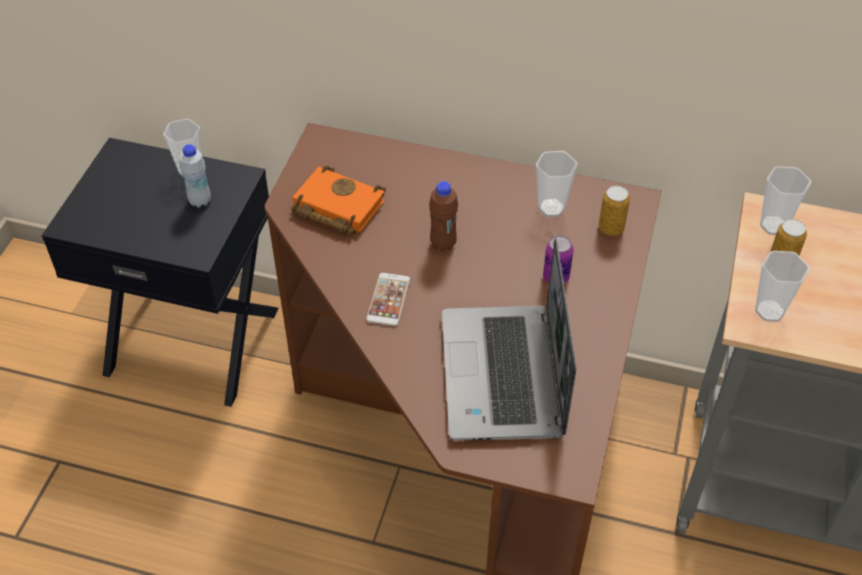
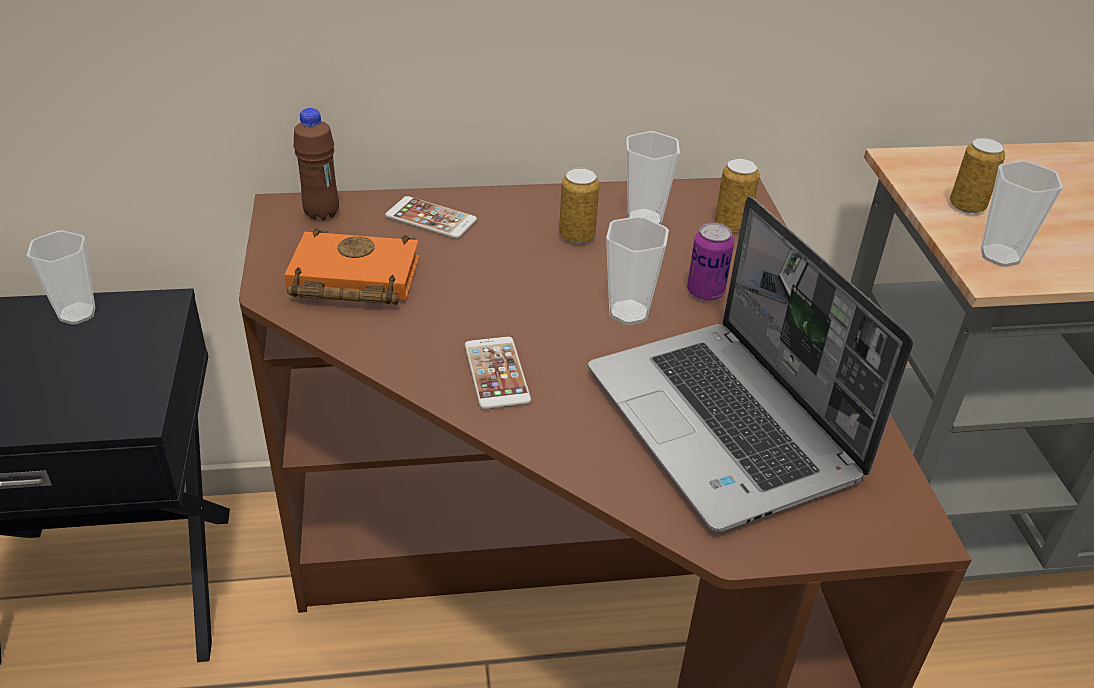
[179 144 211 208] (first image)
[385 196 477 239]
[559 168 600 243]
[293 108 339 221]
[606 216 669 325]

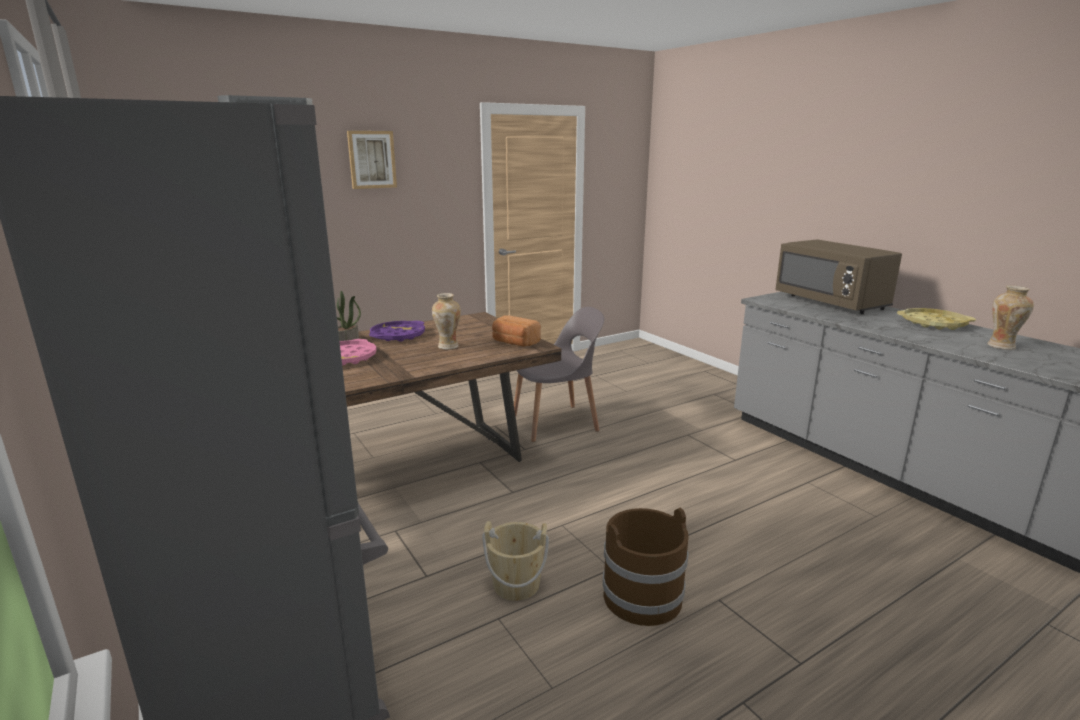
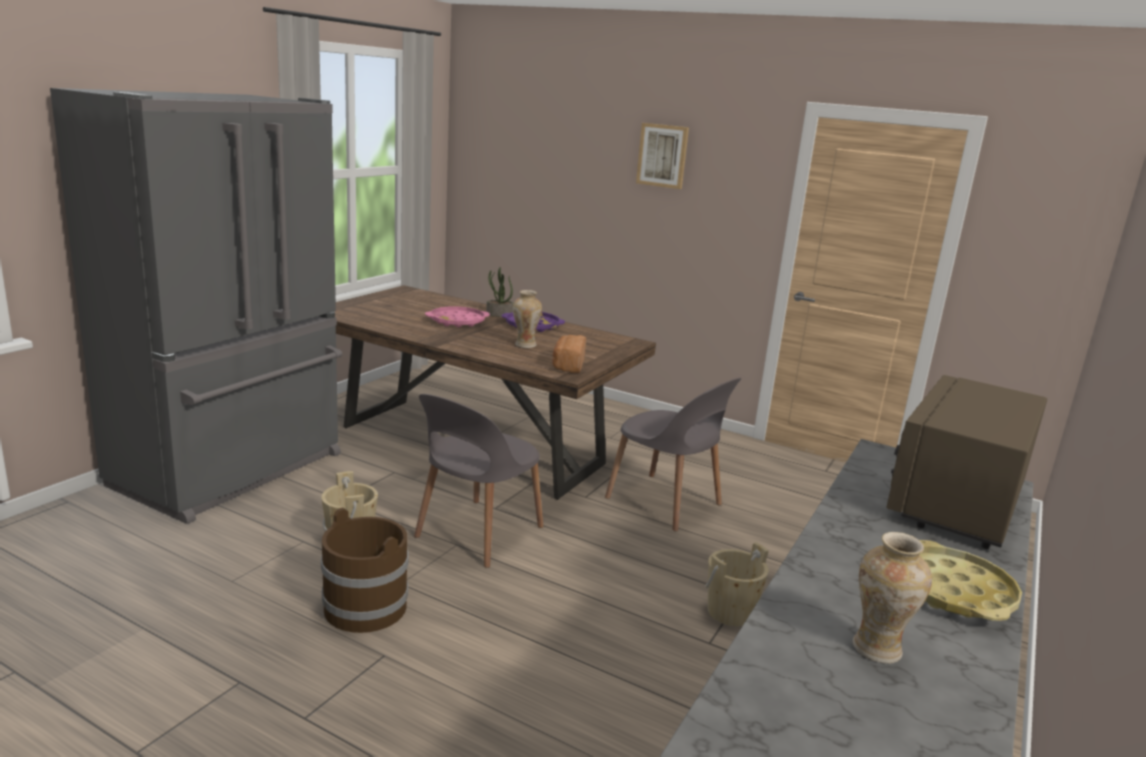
[414 394 543 568]
[705 542 769 626]

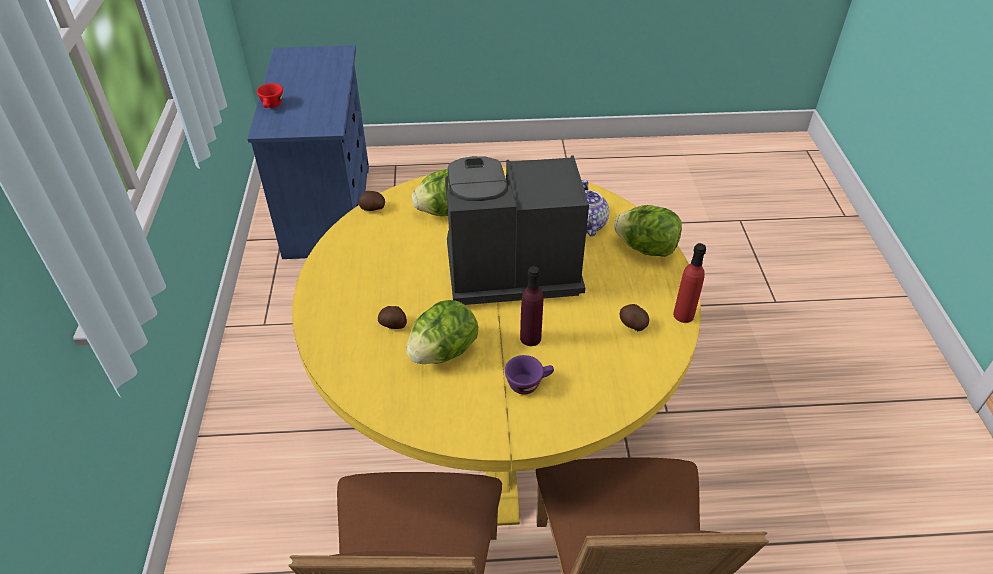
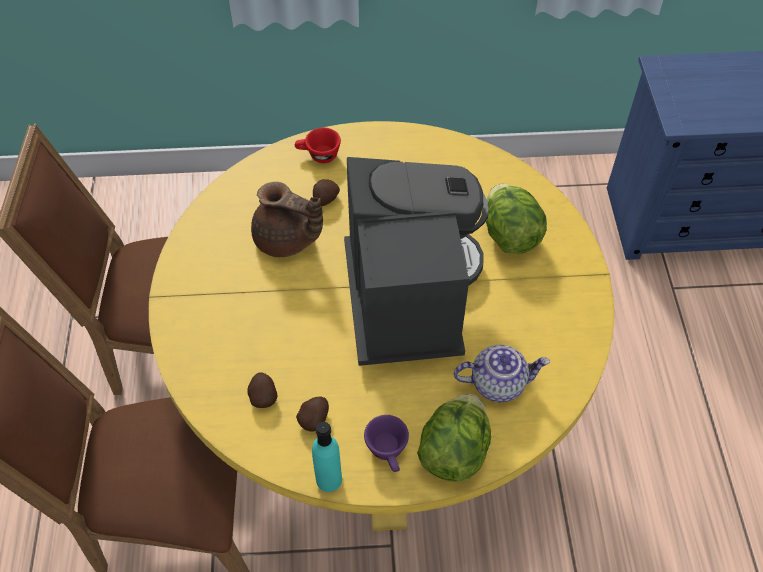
[520 266 543 346] (first image)
[295 128 341 163]
[247 372 277 408]
[364 415 409 472]
[251 182 323 257]
[312 422 342 492]

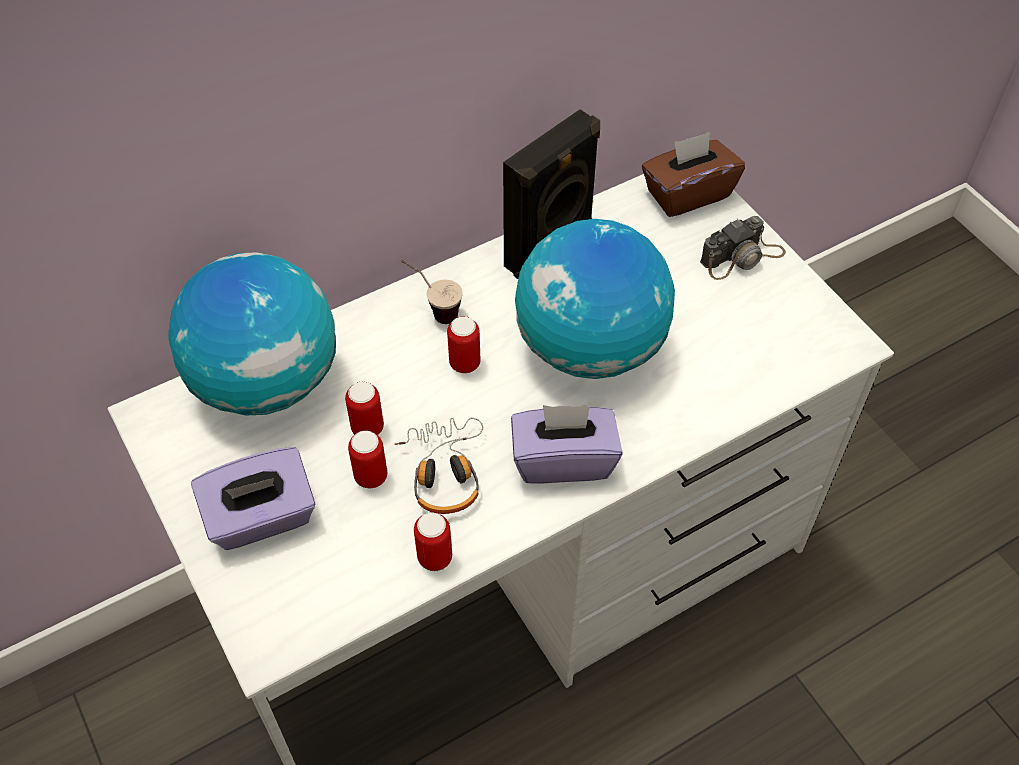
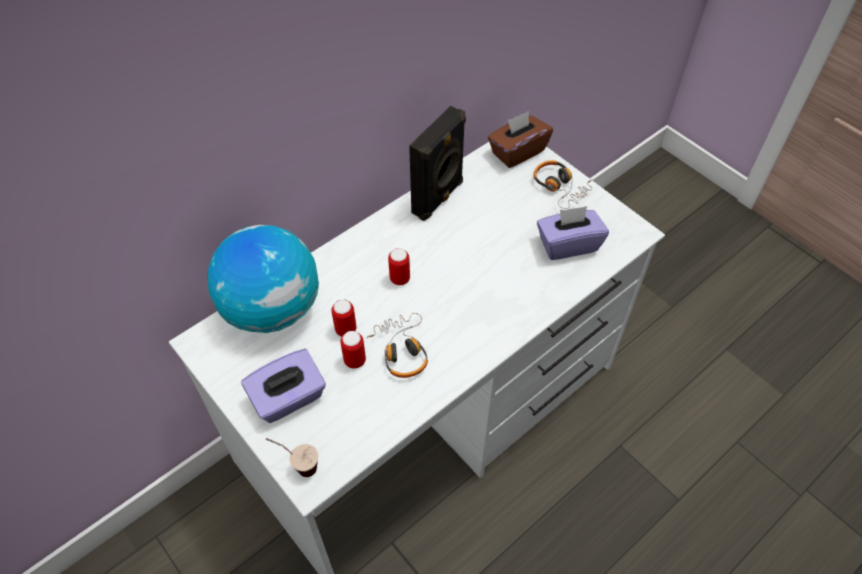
[414 512 452 571] (first image)
[515 219 675 379] (first image)
[266 438 318 477]
[537 206 609 260]
[534 160 592 209]

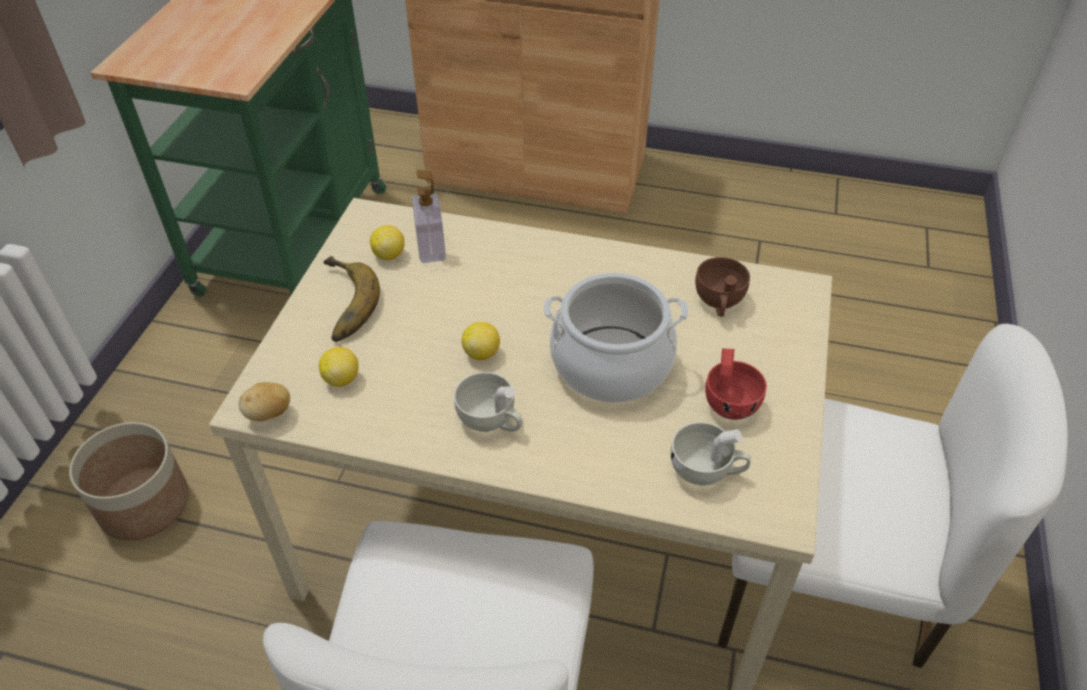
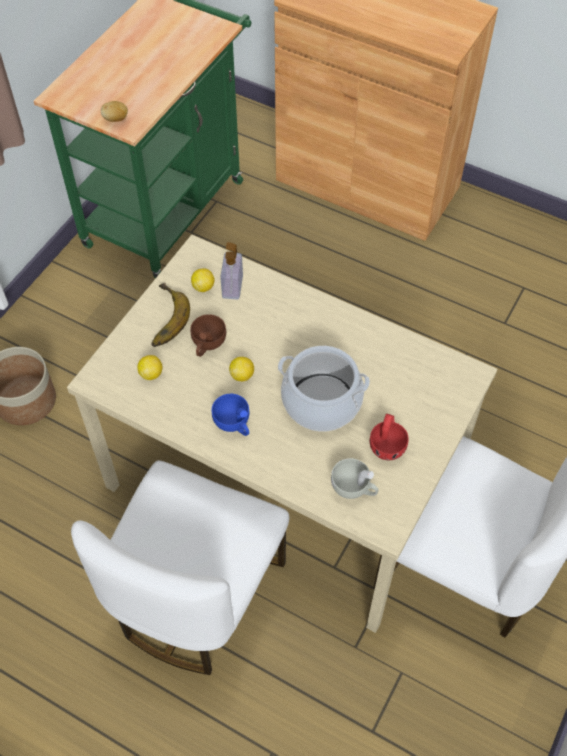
[101 101 128 122]
[190 314 226 357]
[212 394 250 436]

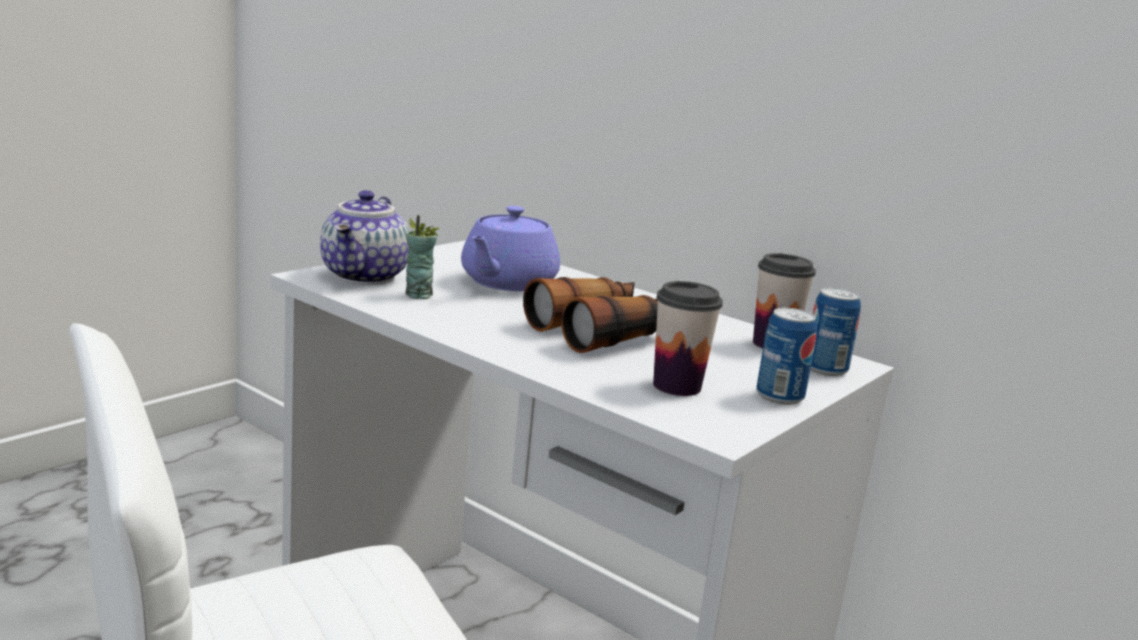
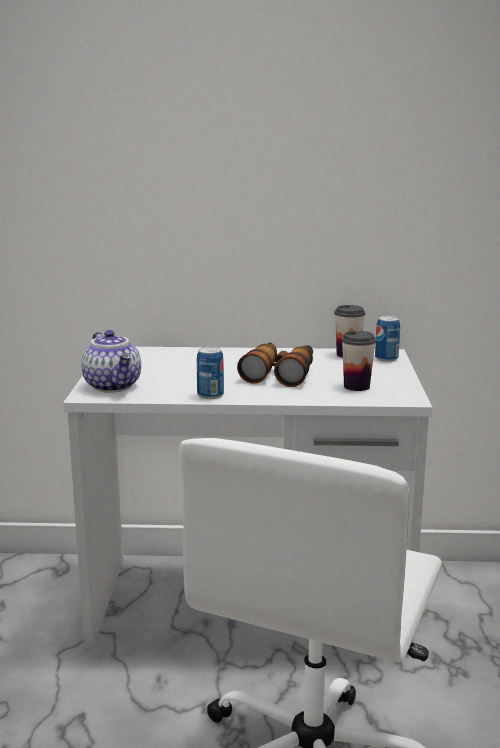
[406 215 440 299] (first image)
[461 206 560 291] (first image)
[197 347 224 399]

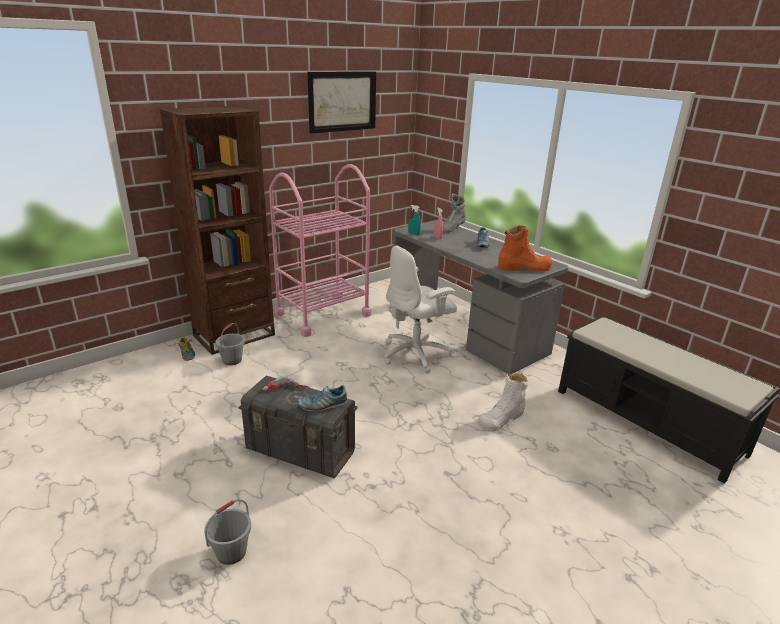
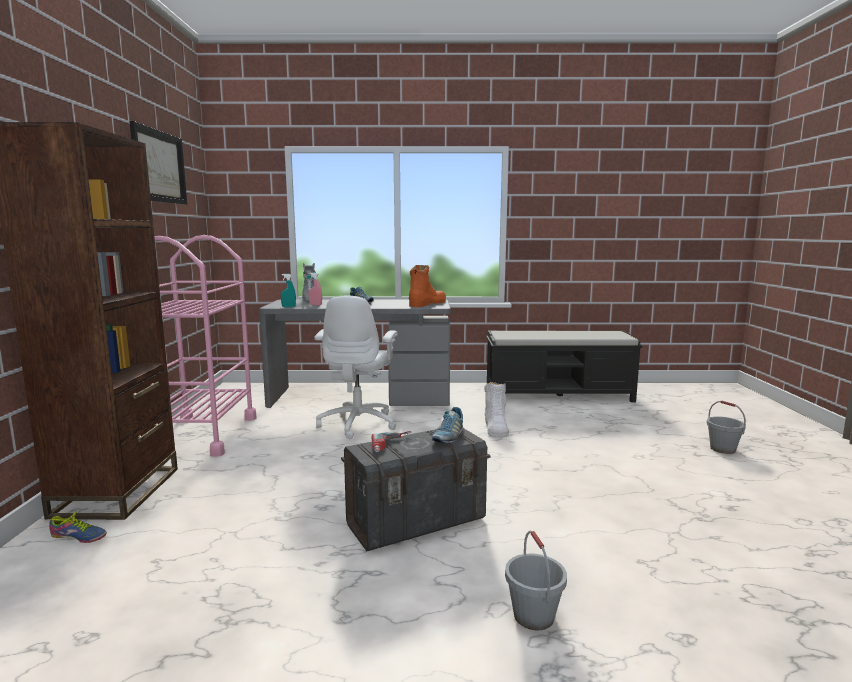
[707 401 746 454]

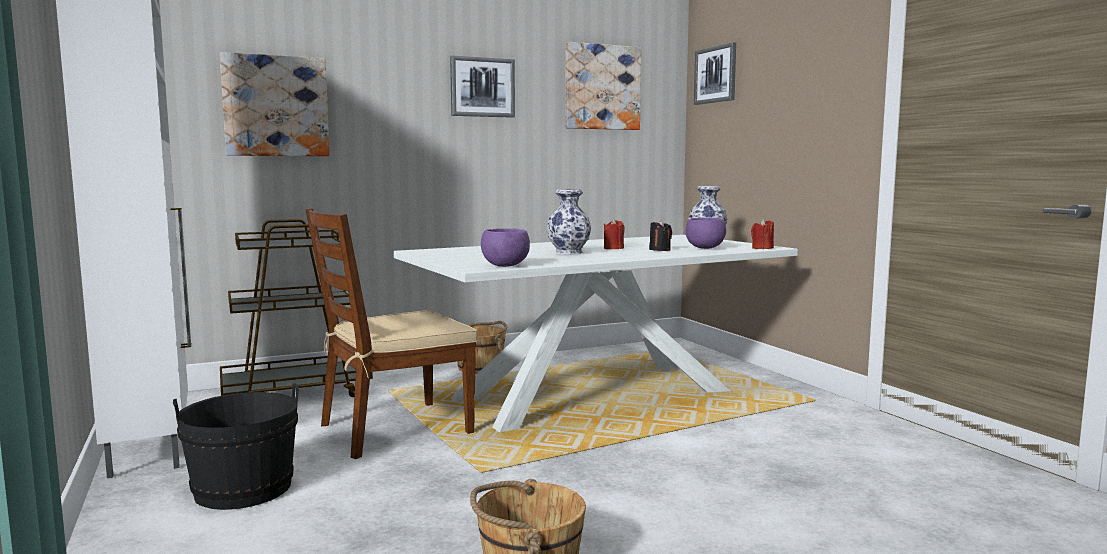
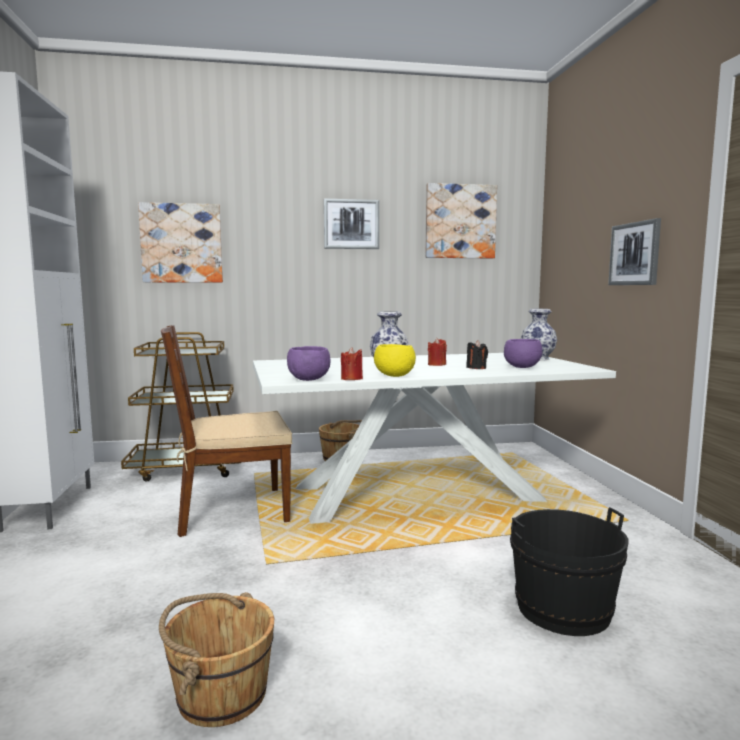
[374 344 416 377]
[510 507 628 636]
[608 218 661 285]
[341 347 363 380]

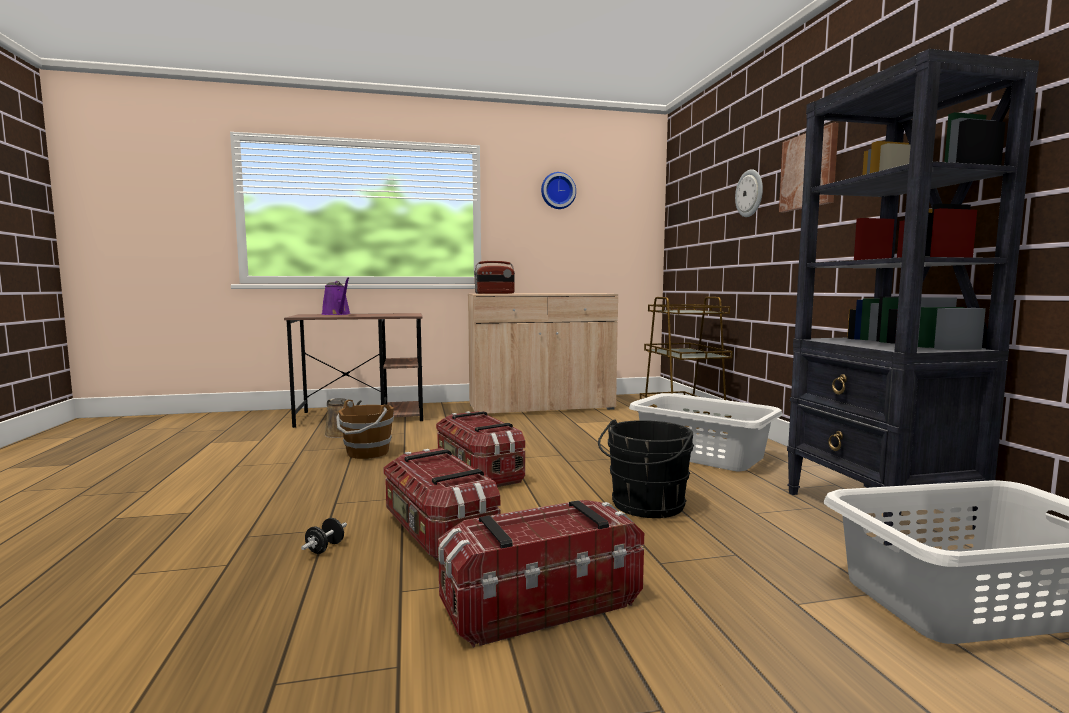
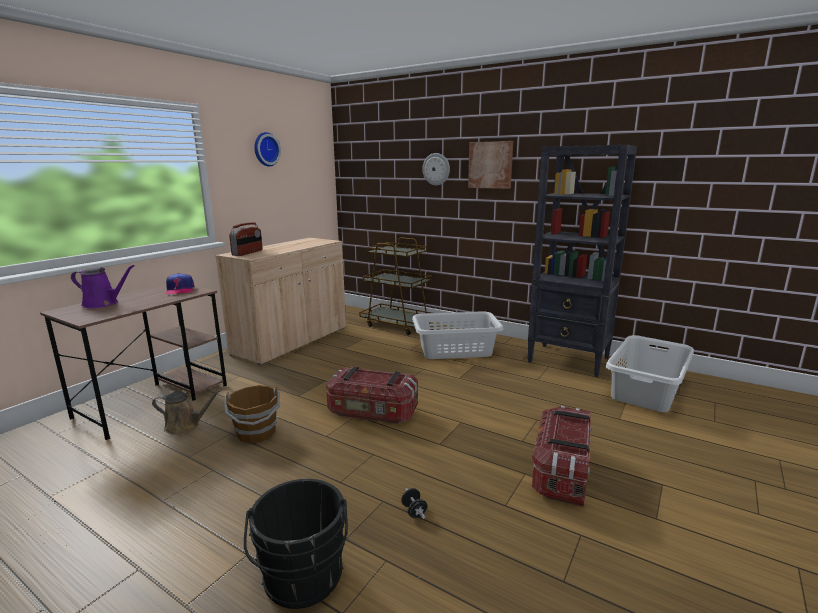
[383 448 500 561] (first image)
[166 273 194 294]
[244 479 348 609]

